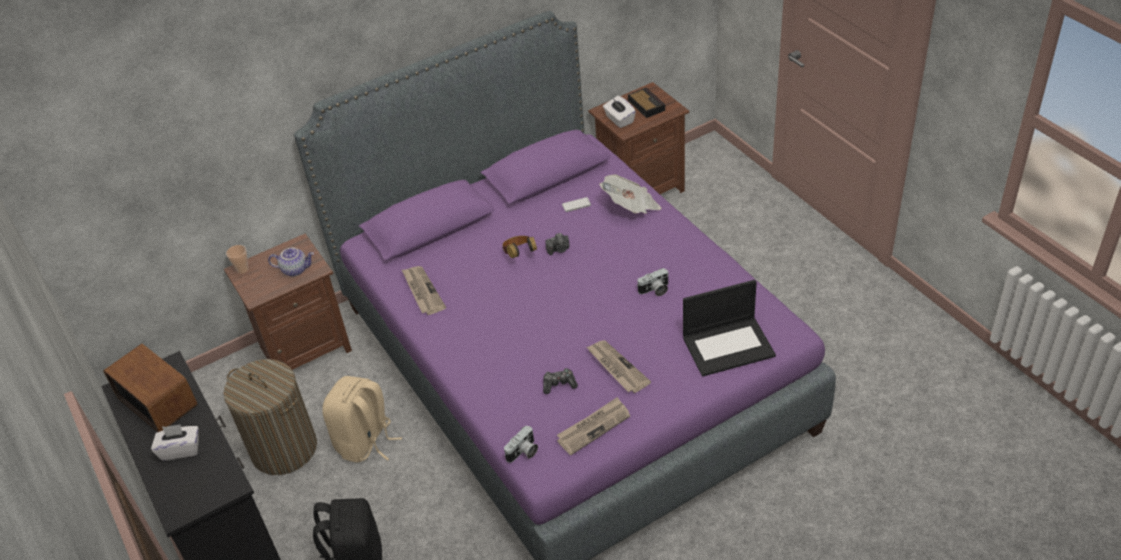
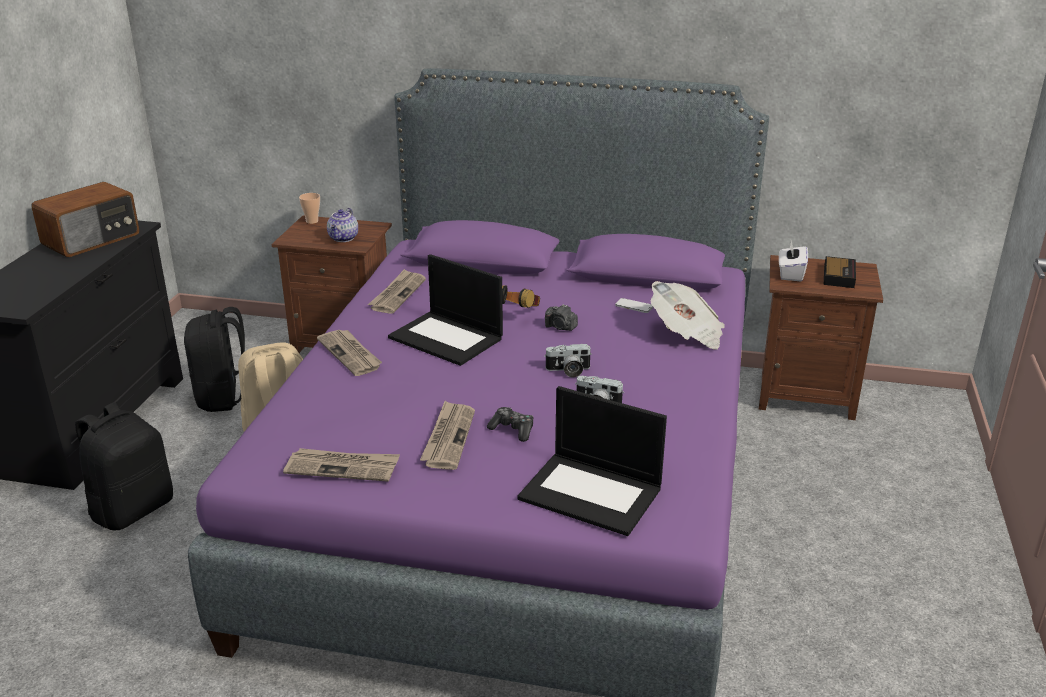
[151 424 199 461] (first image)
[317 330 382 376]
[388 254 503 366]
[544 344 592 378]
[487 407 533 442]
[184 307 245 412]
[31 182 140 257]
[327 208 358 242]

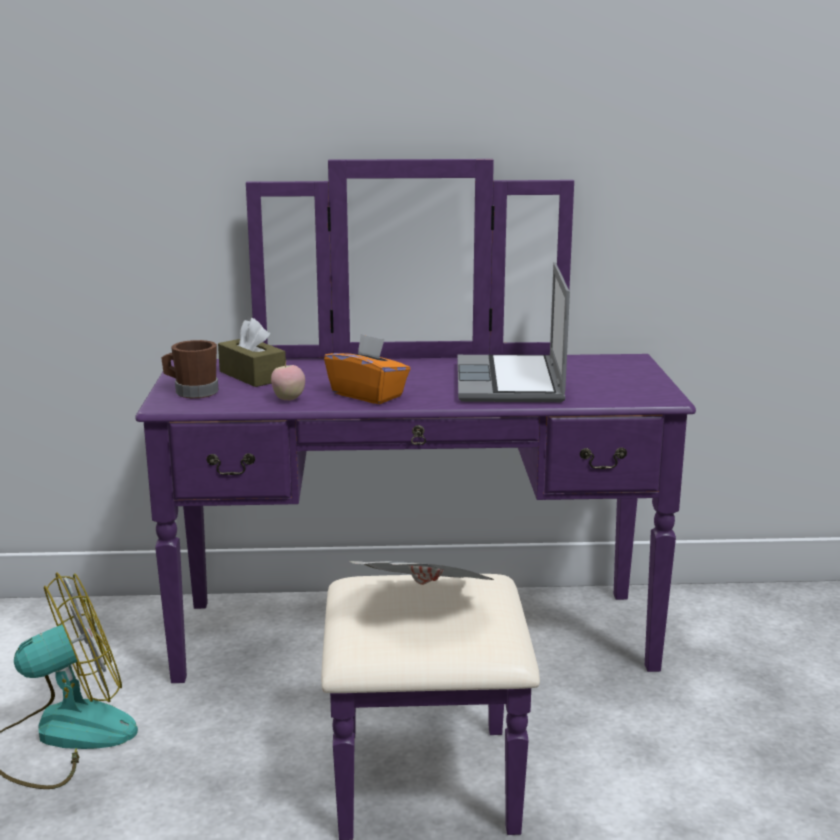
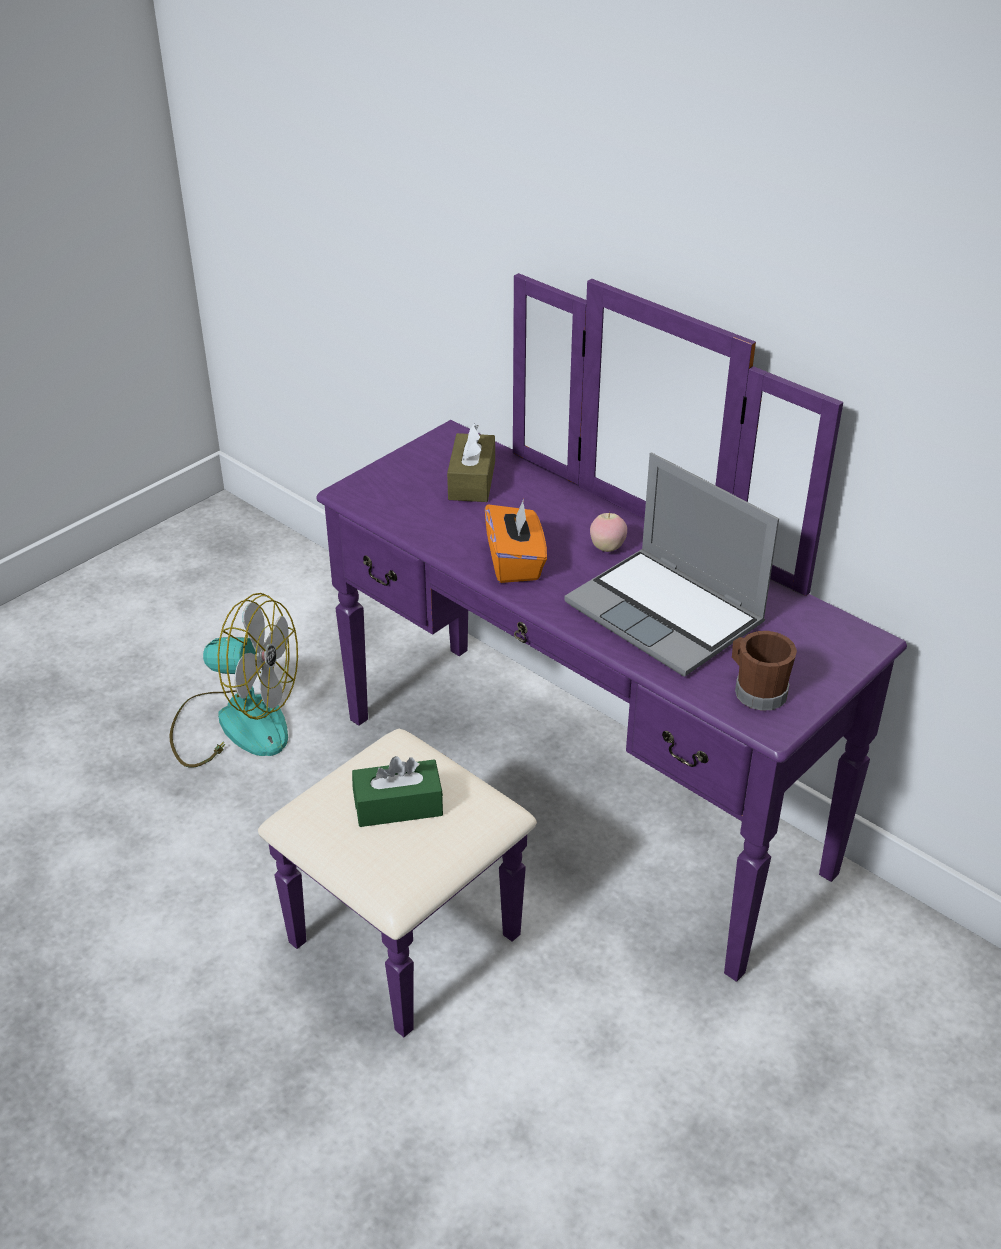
[732 631 797 711]
[590 512 627 552]
[352 756 443 827]
[564 453 779 677]

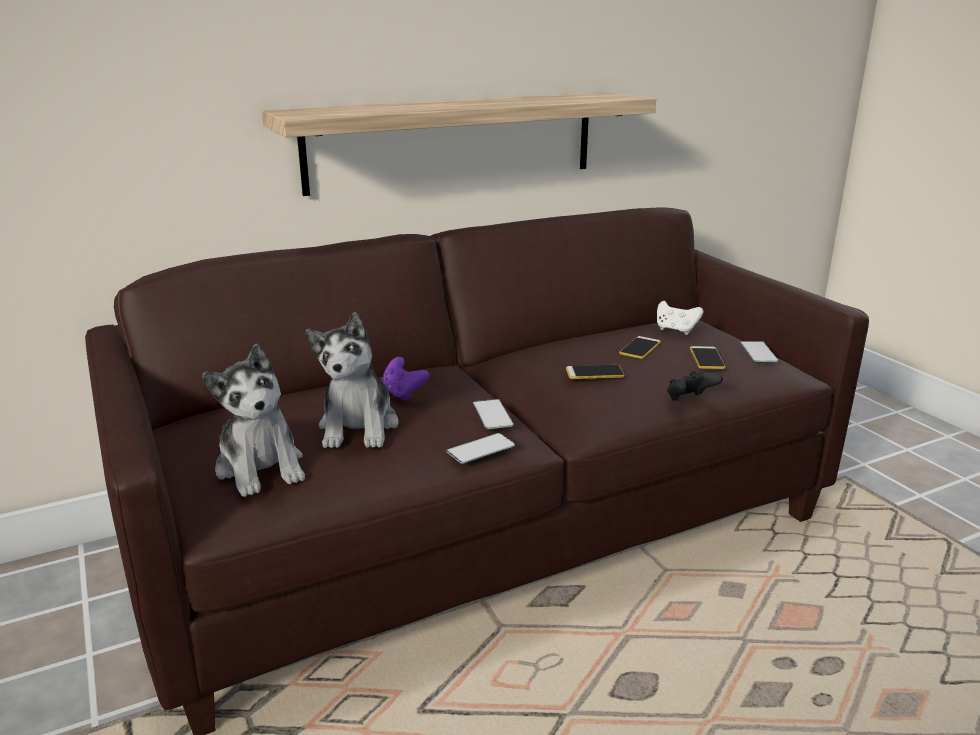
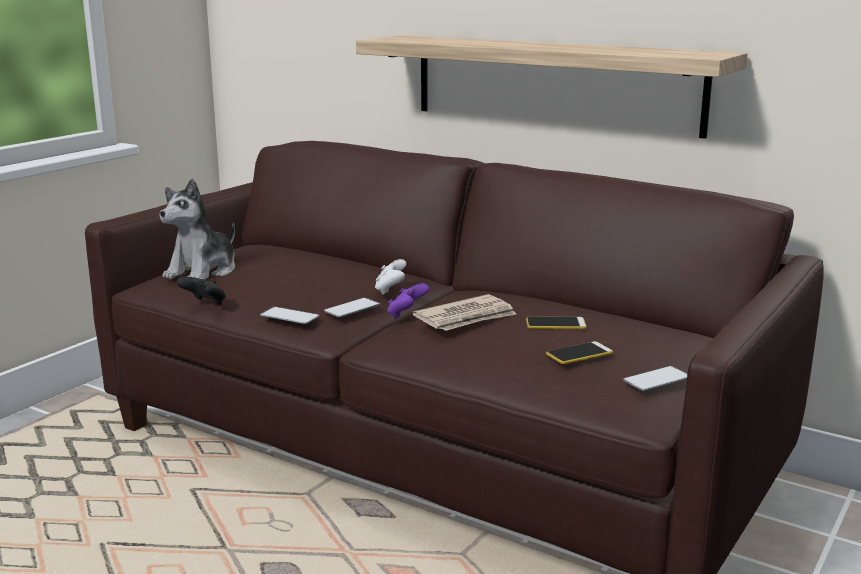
[306 312 399 448] (first image)
[387 283 429 319]
[375 259 406 295]
[176 276 226 305]
[412 294 517 331]

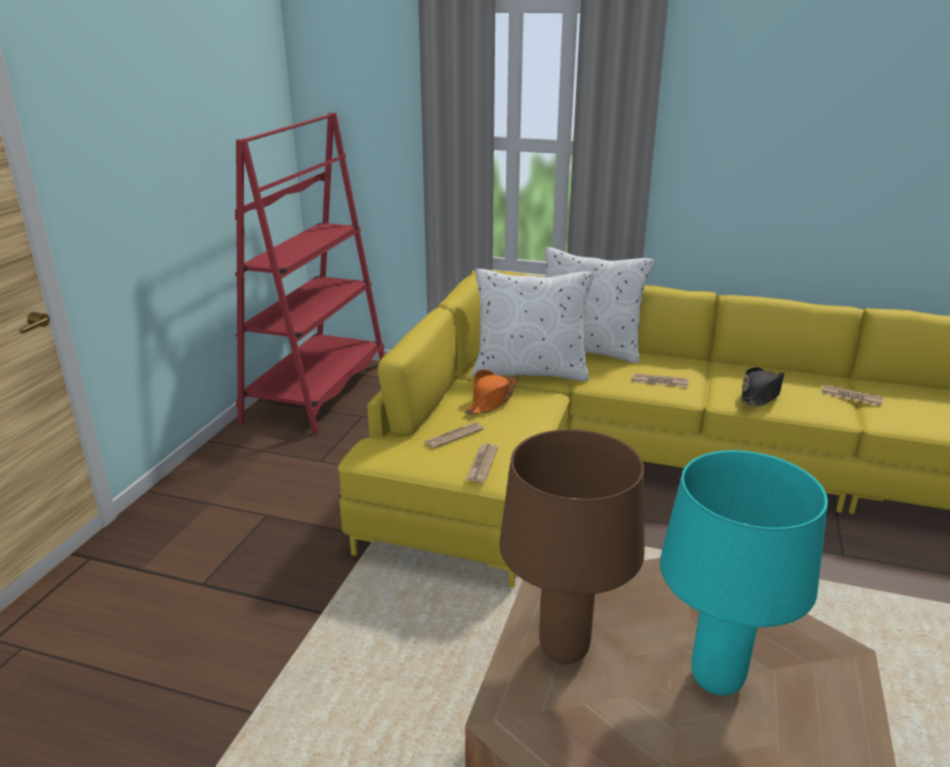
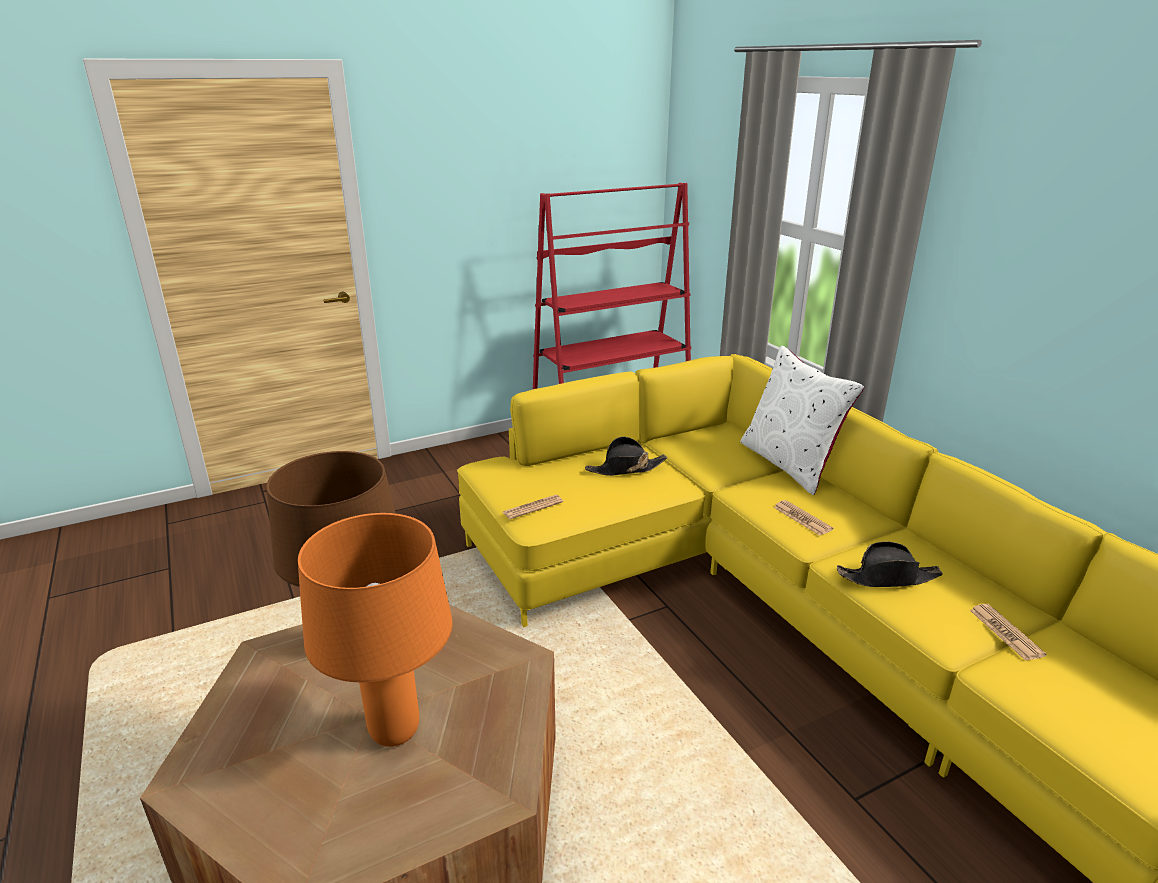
[424 422 484 449] (first image)
[472 269 594 381] (first image)
[585 437 667 476]
[298 513 452 747]

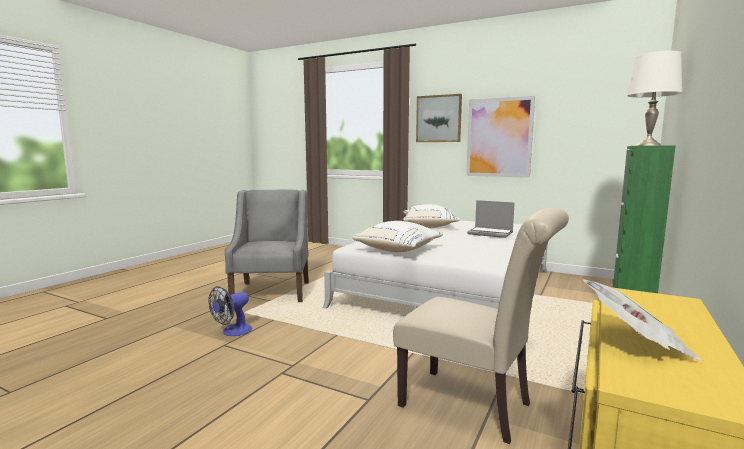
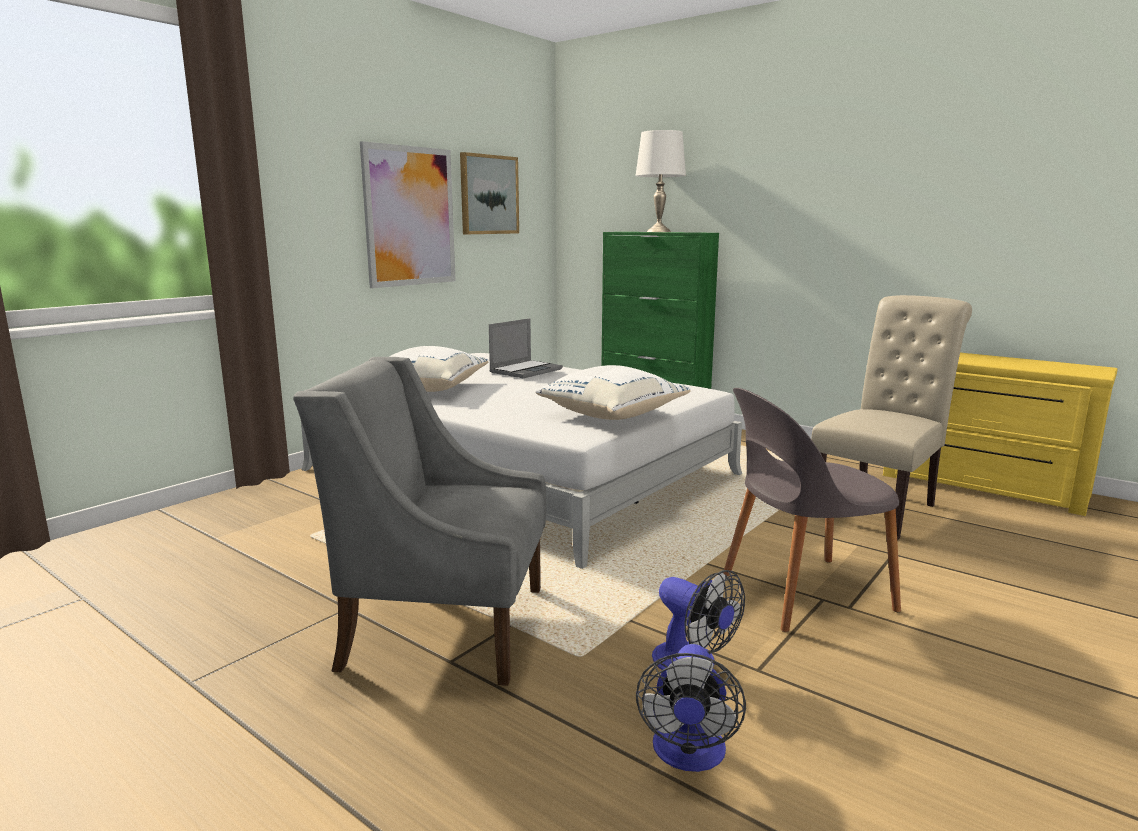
[583 279 704 361] (first image)
[636 644 746 772]
[724 388 901 632]
[460 152 519 234]

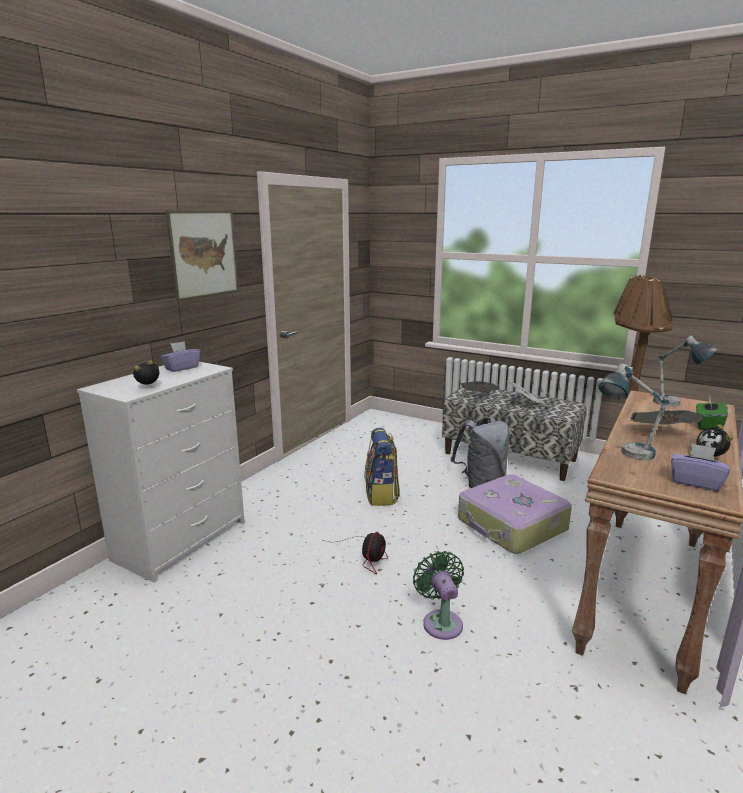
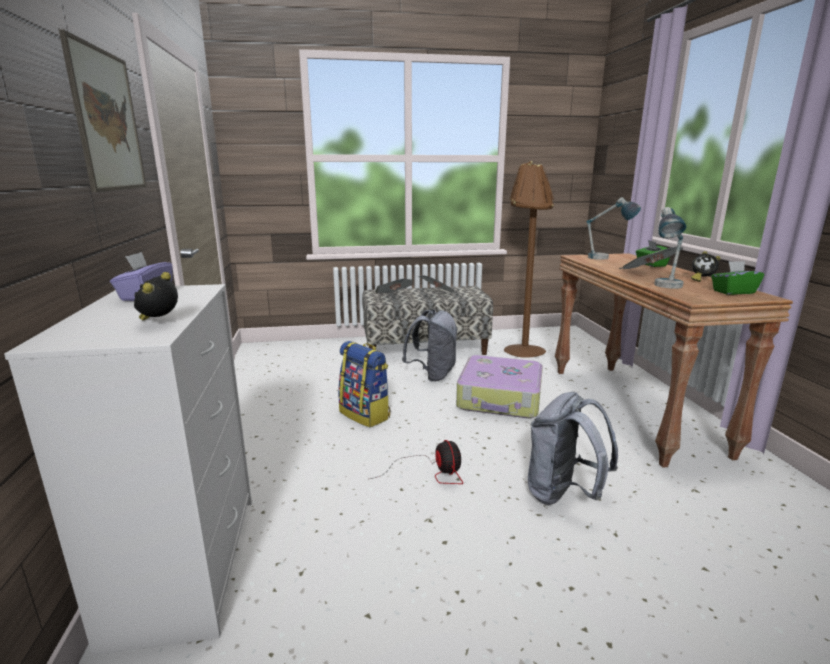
[528 392 618 505]
[711 261 764 295]

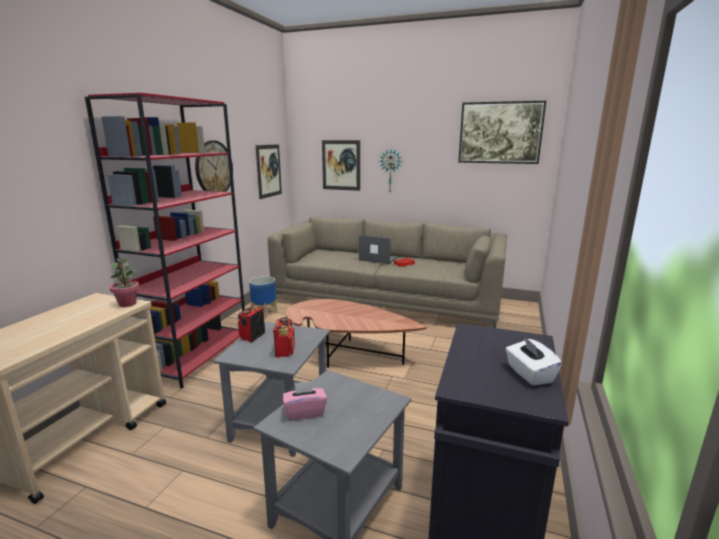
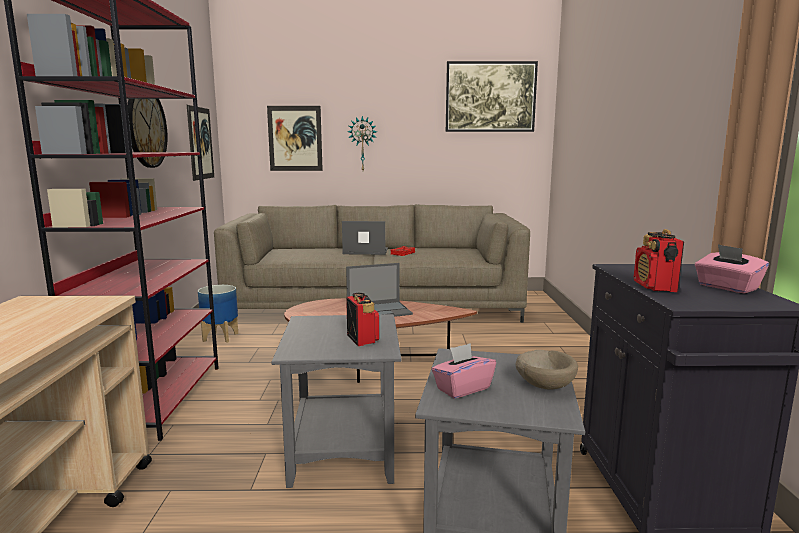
[110 258 139 307] (first image)
[346 263 413 317]
[516 350 578 390]
[634 229 684 292]
[695 244 769 293]

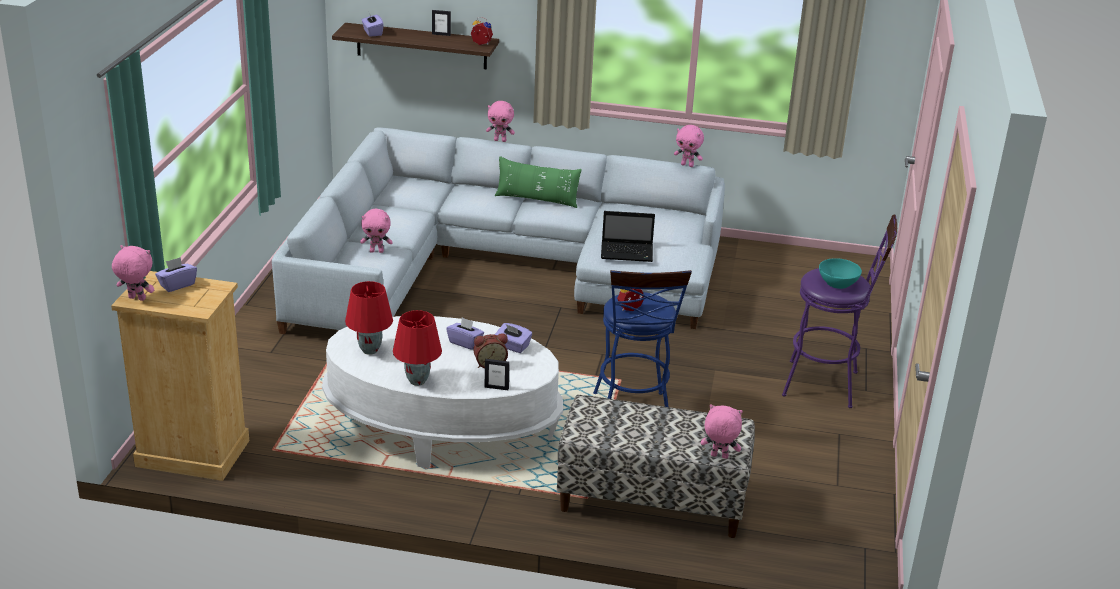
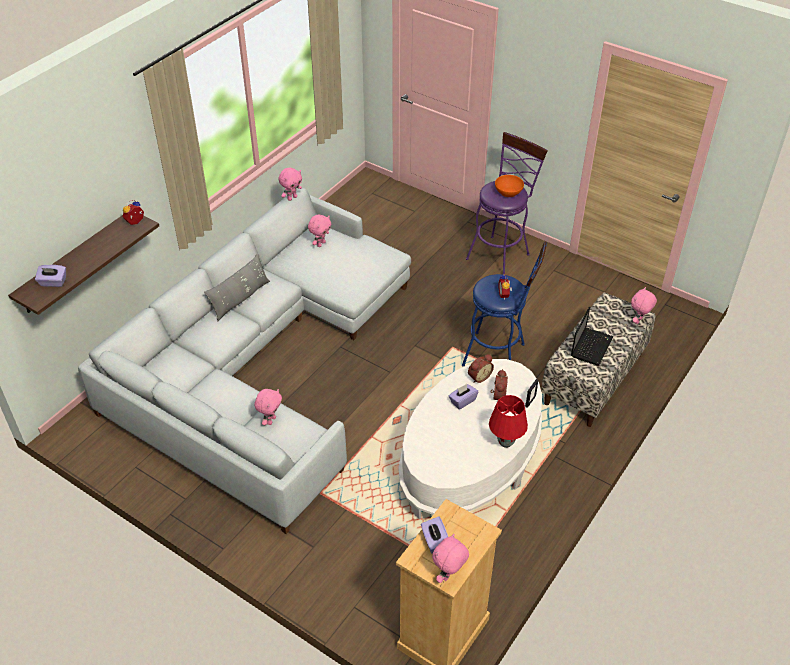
[345 281 393 355] (first image)
[432 10 451 36] (first image)
[308 215 331 247]
[571 306 613 366]
[468 354 494 383]
[204 254 270 321]
[495 175 524 197]

